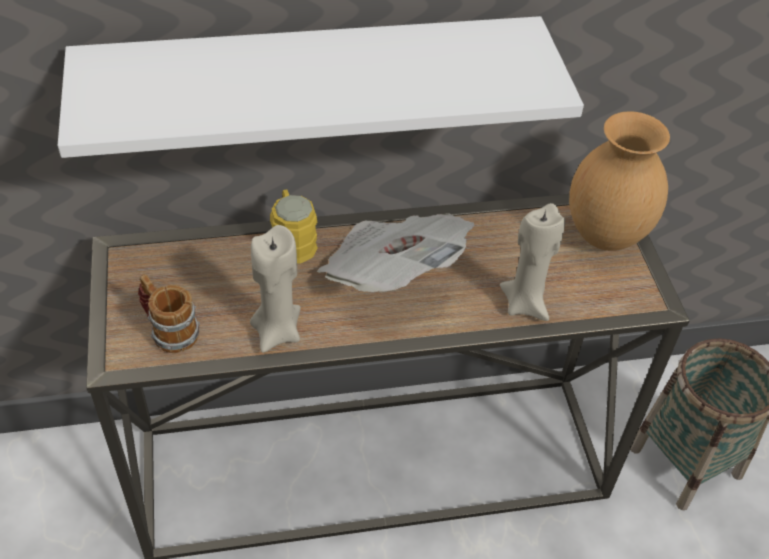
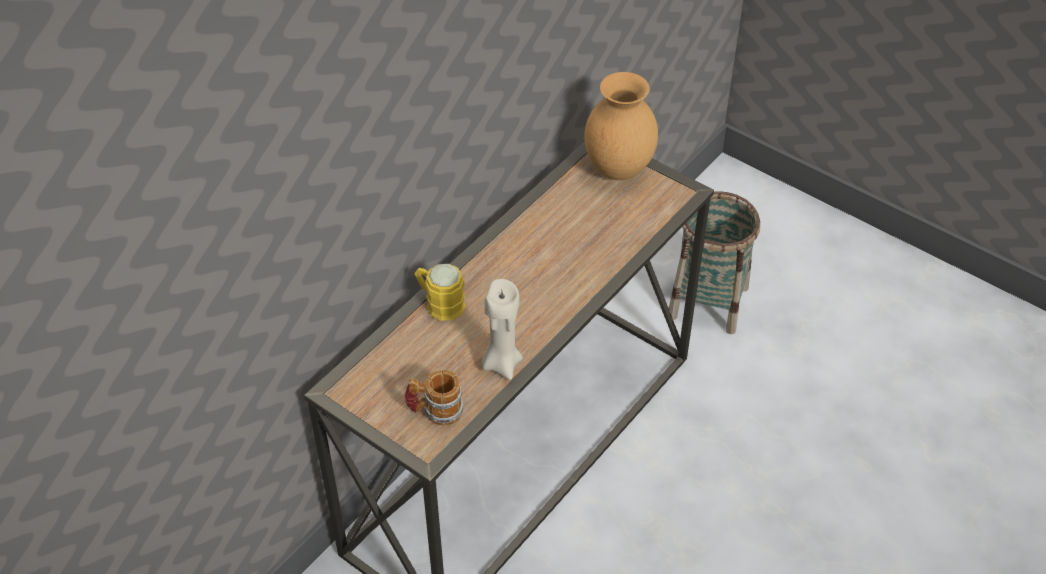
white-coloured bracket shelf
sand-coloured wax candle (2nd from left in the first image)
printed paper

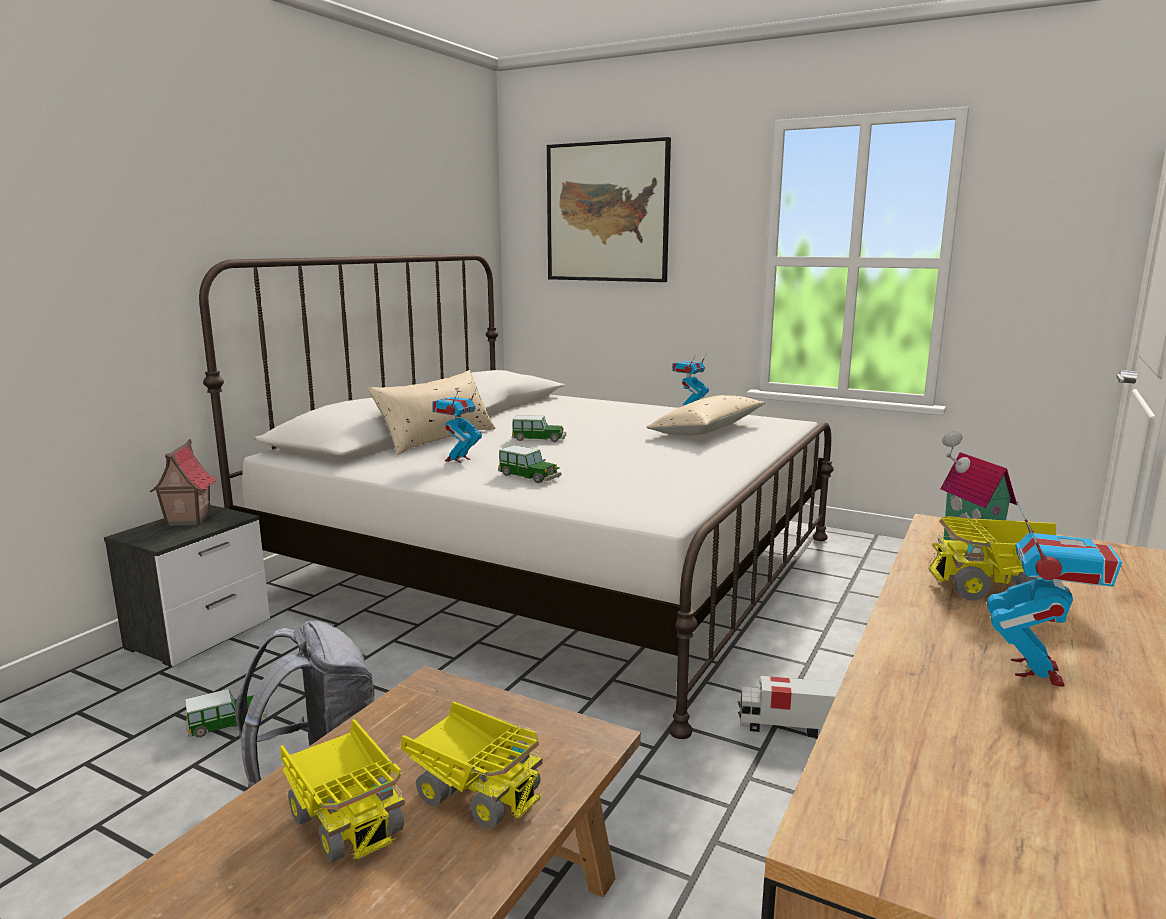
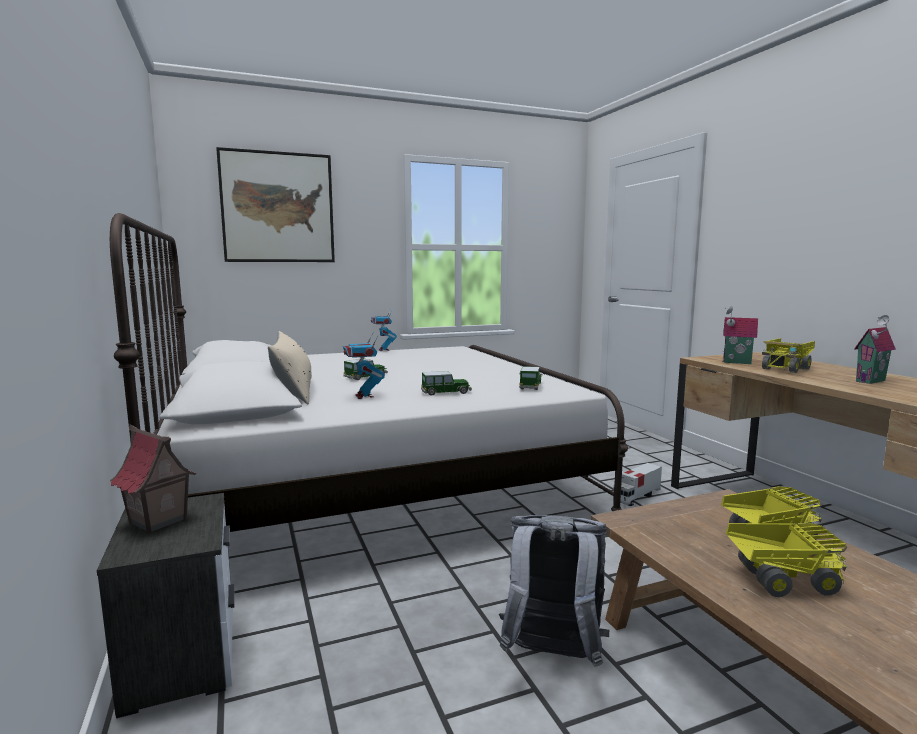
sand-coloured cushion (2nd from left in the first image)
miniature house (3rd from left)
toy car (3rd from left)

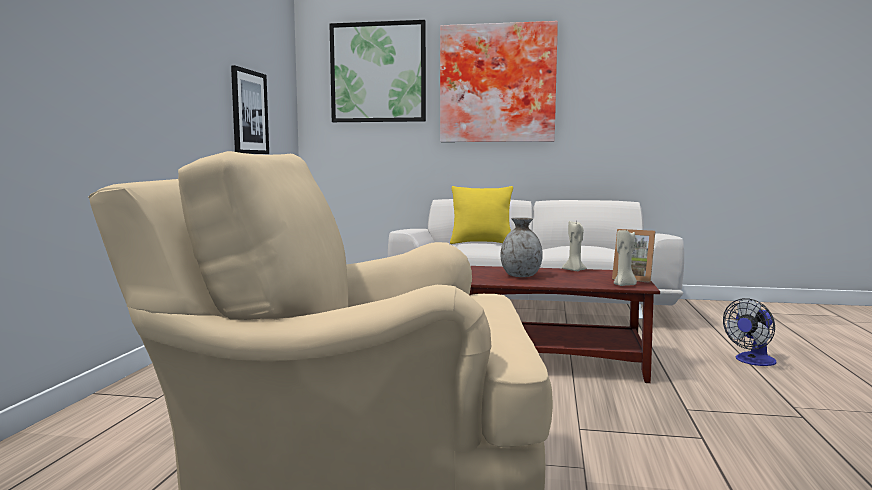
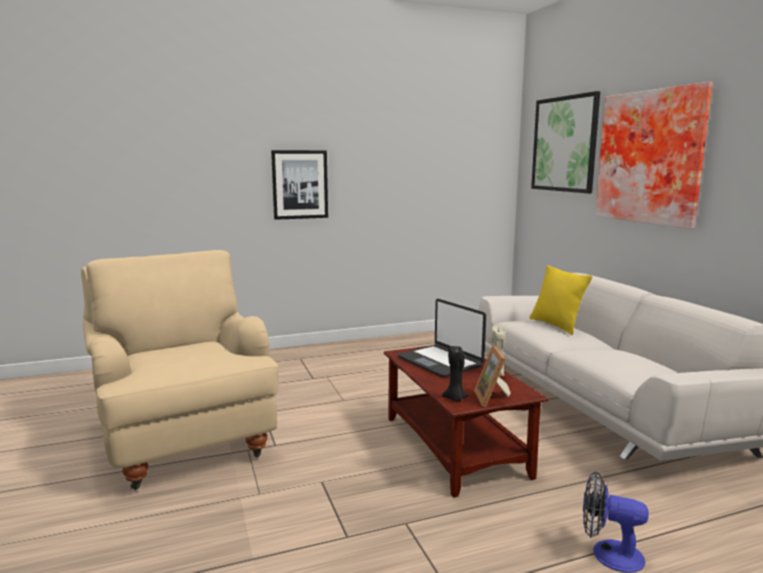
picture (1st from left)
notebook computer
black-coloured wax candle

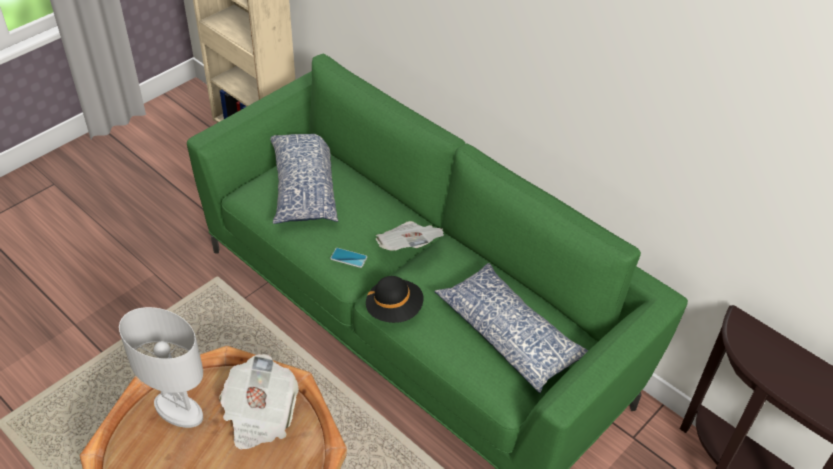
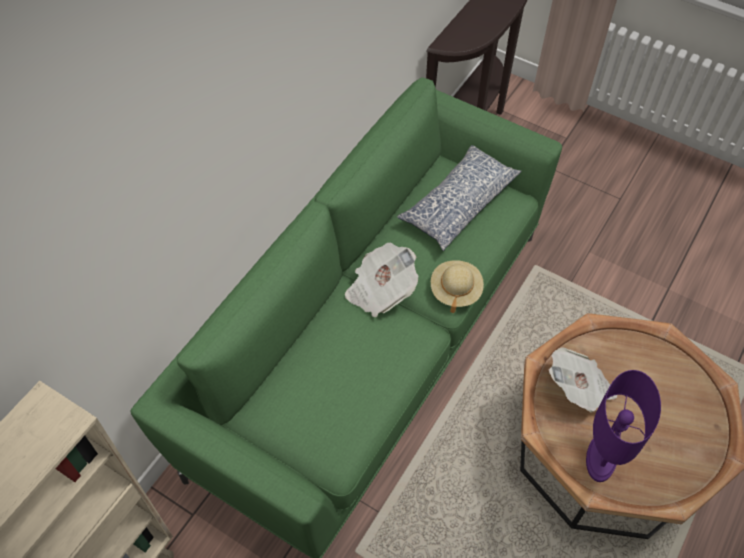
cushion (1st from left in the first image)
telephone
sand-coloured hat
purplish tabletop lamp

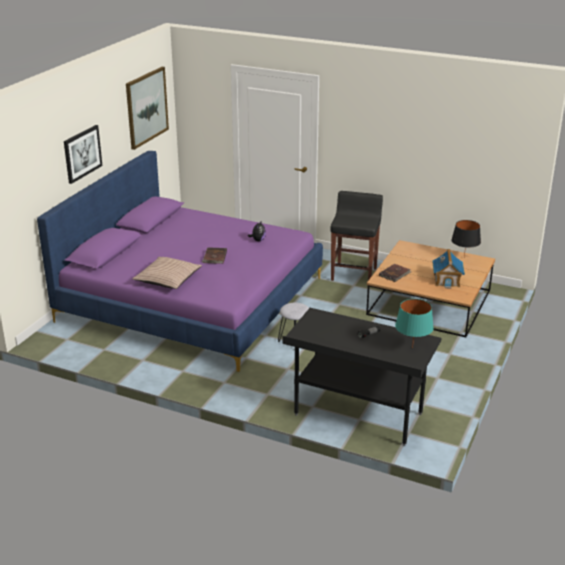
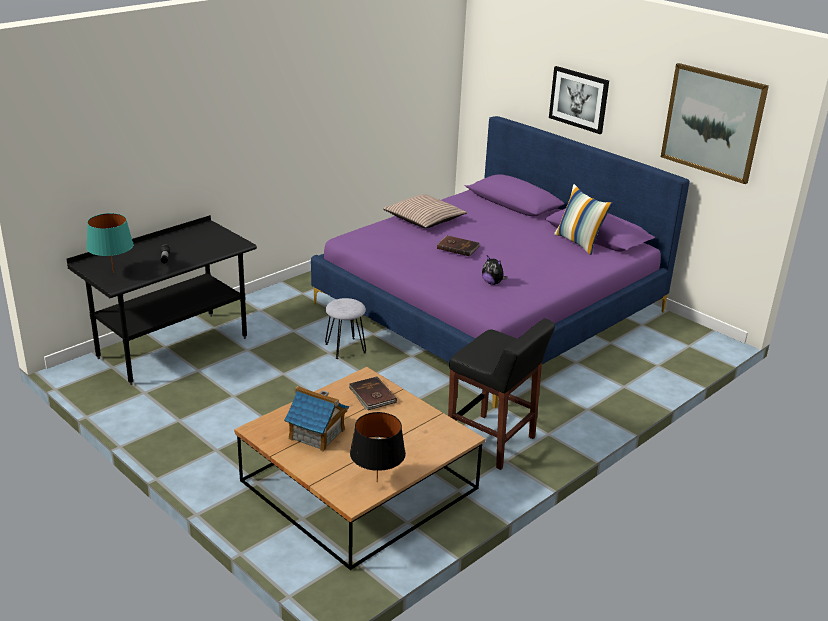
cushion (2nd from left)

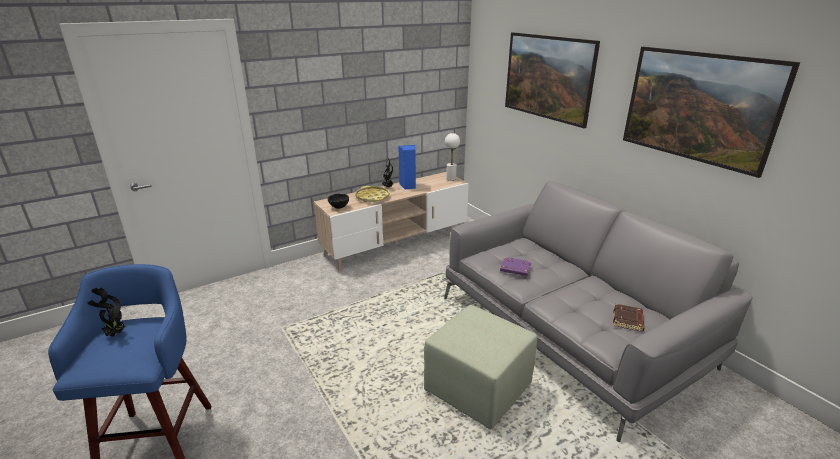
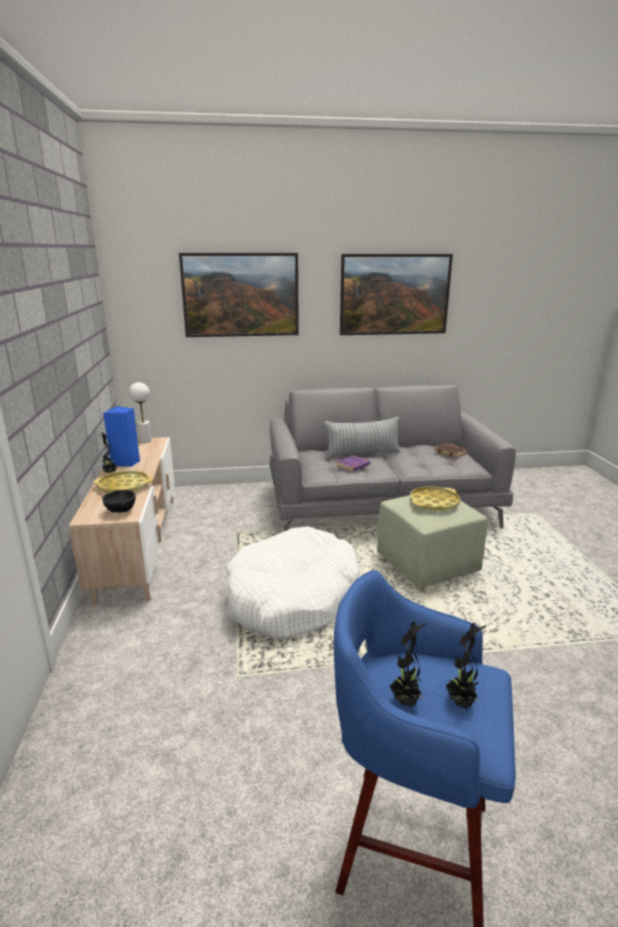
cushion
yellowish tray (2nd from left)
white-coloured dog cushion
potted plant (3rd from left)

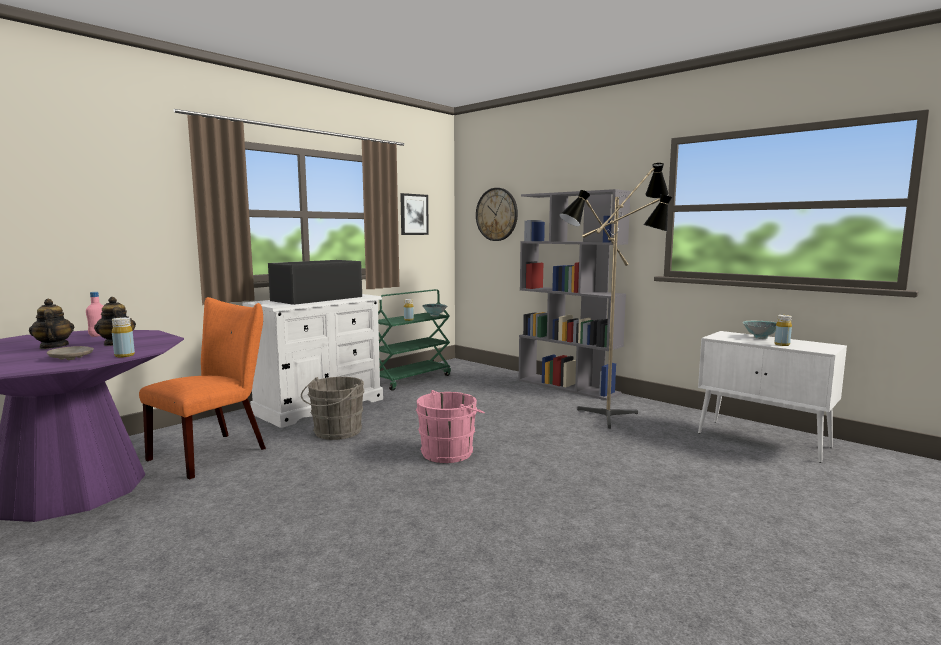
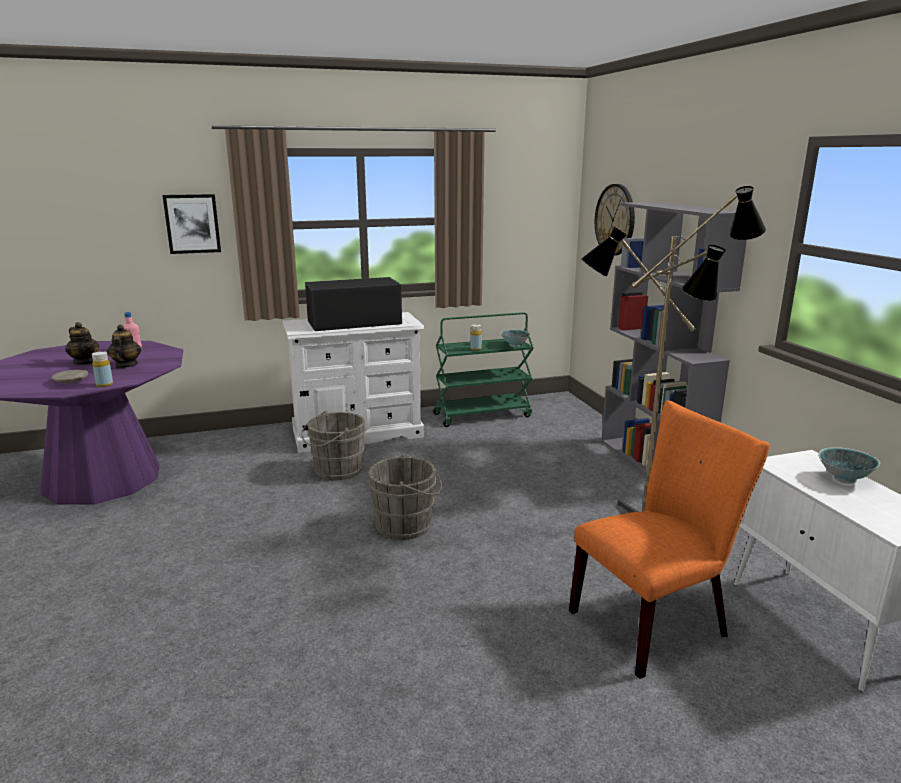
picture
orange upright chair
teapot (1st from left)
yellowish beverage bottle (3rd from left in the first image)
gray bucket (2nd from left)

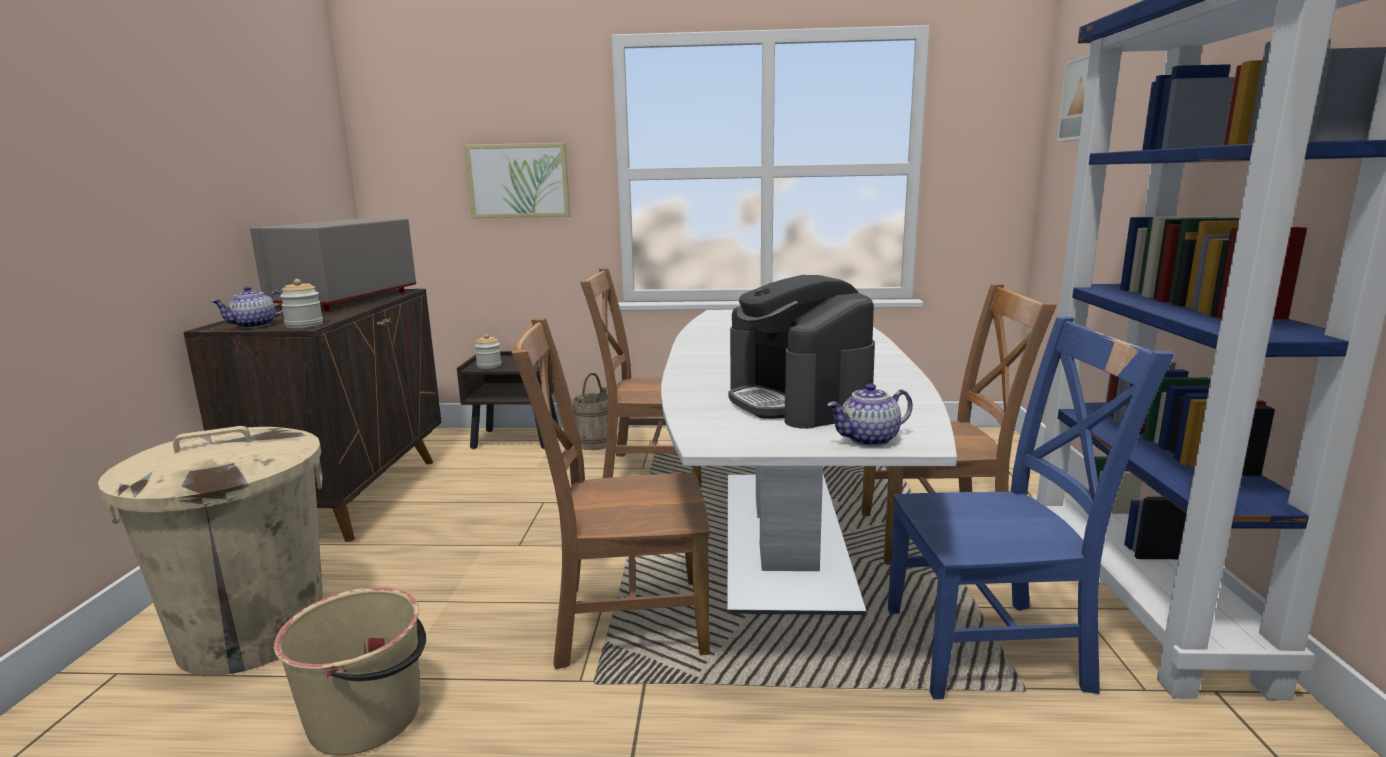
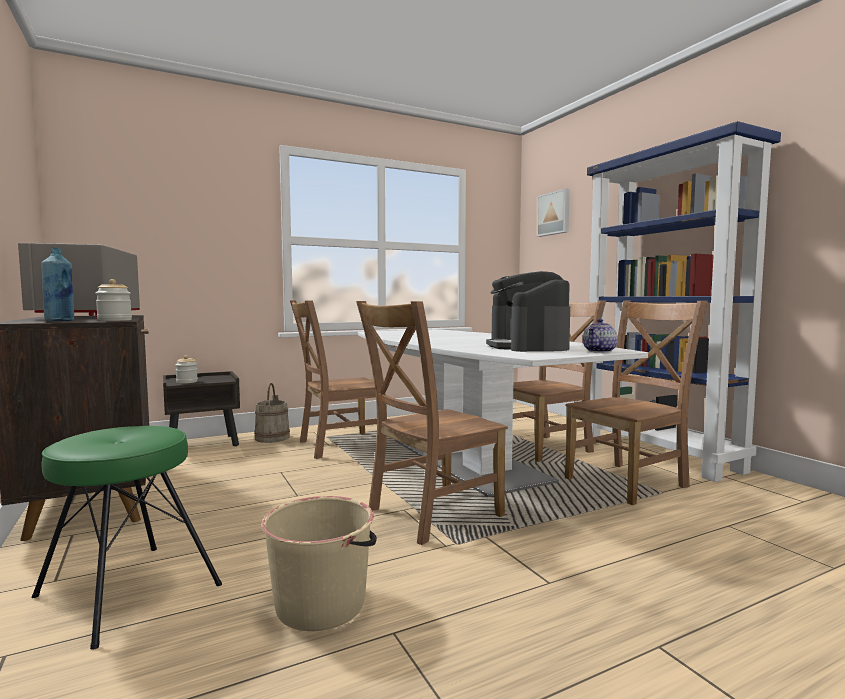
picture (1st from left in the first image)
coffee brewer
blue beverage bottle
brown-coloured upright chair (4th from left)
green sitting stool

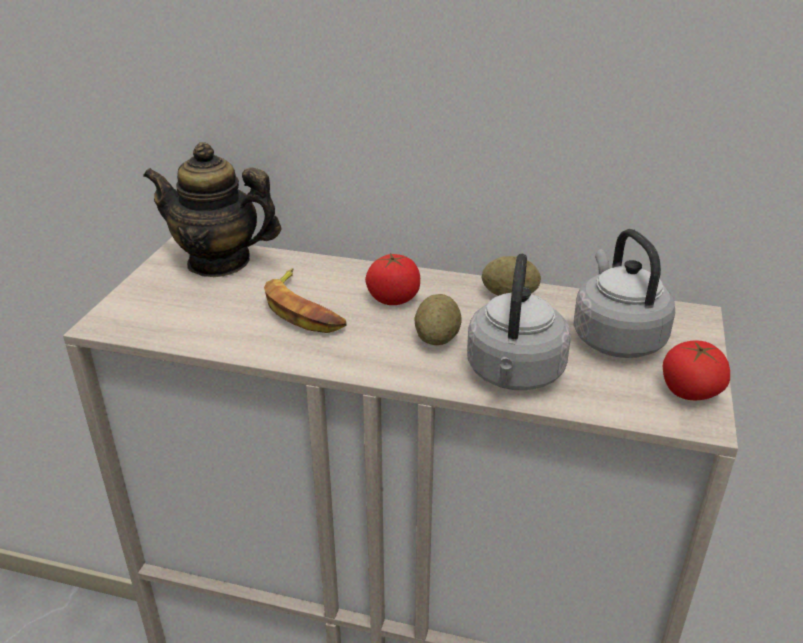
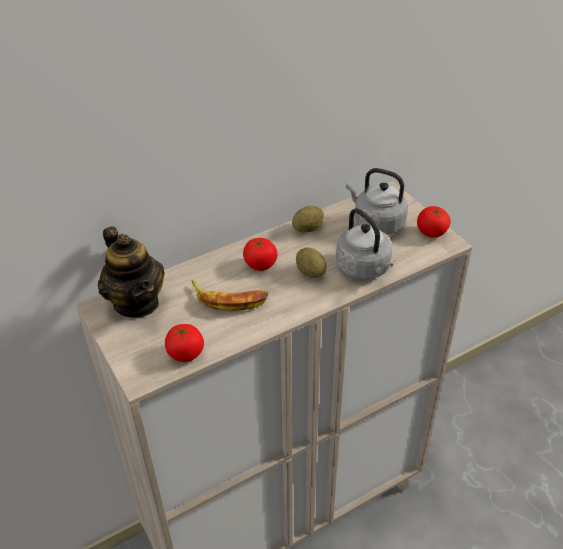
teapot
whole tomato (1st from left)

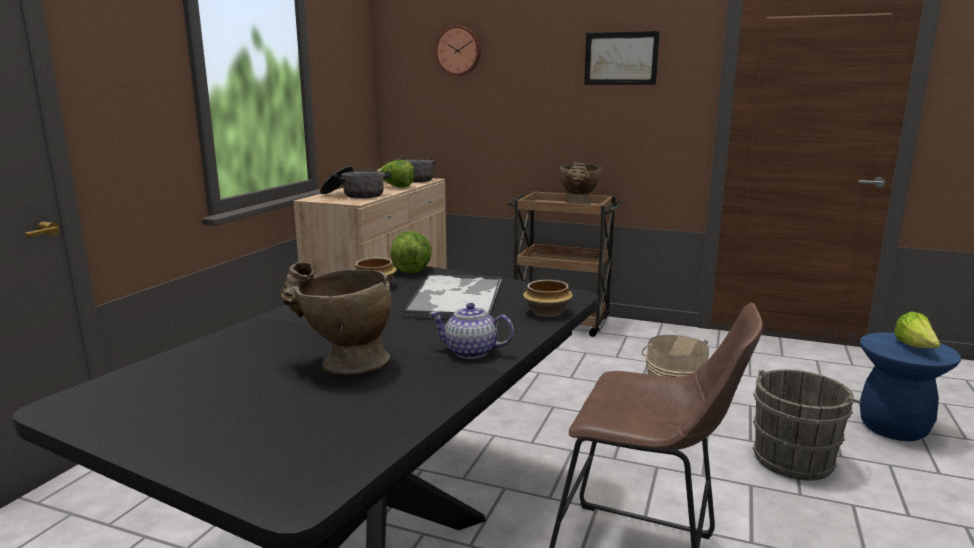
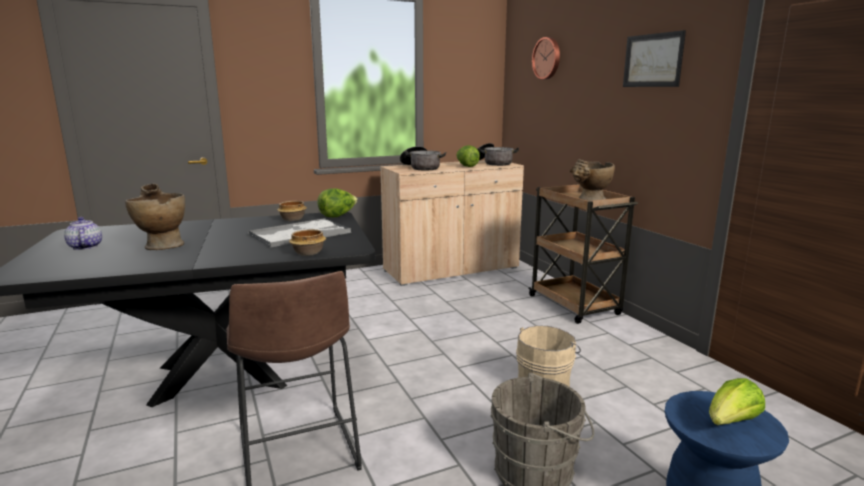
teapot

